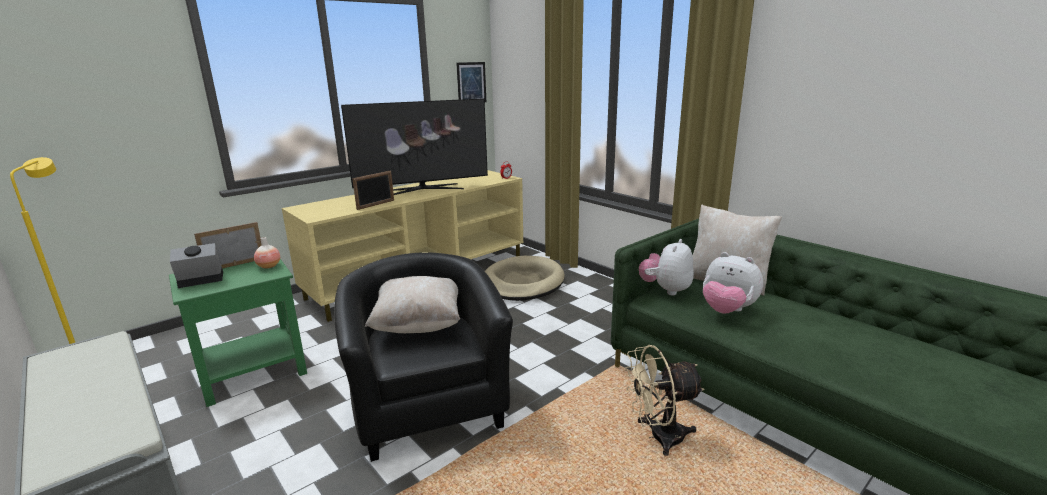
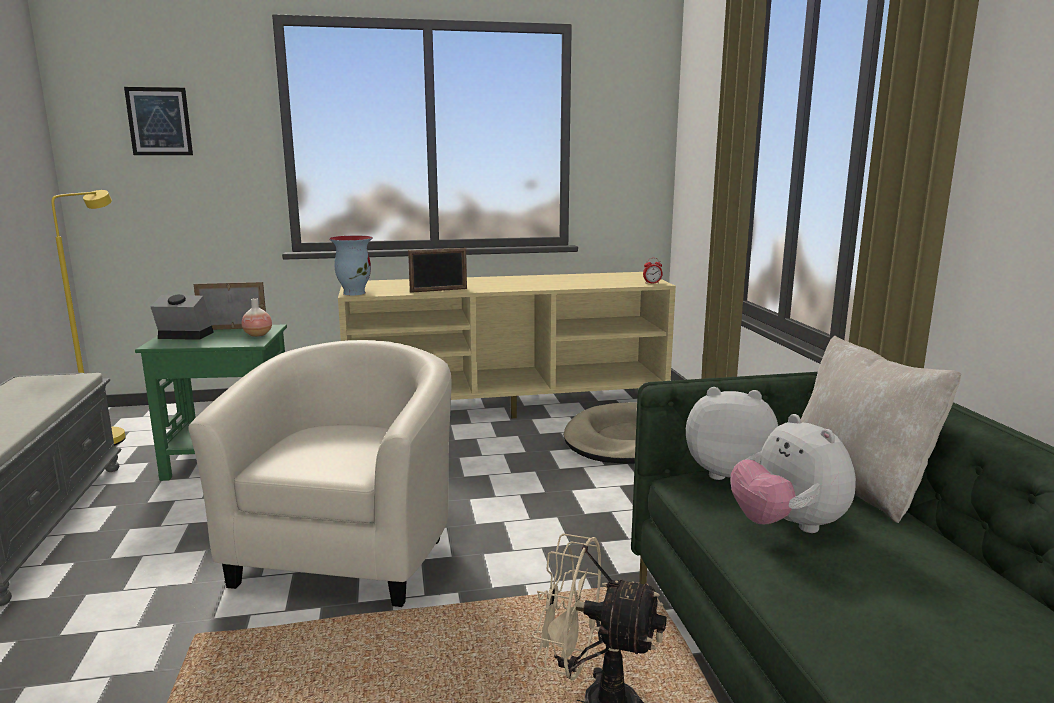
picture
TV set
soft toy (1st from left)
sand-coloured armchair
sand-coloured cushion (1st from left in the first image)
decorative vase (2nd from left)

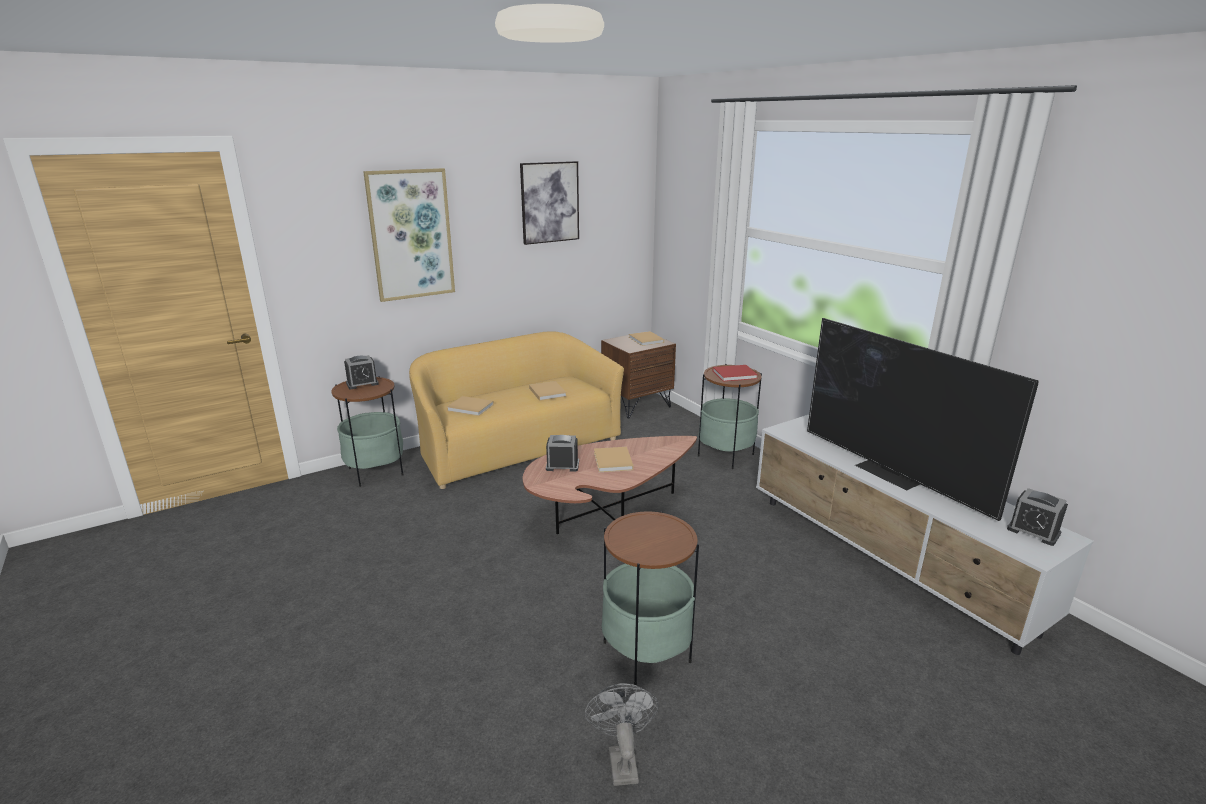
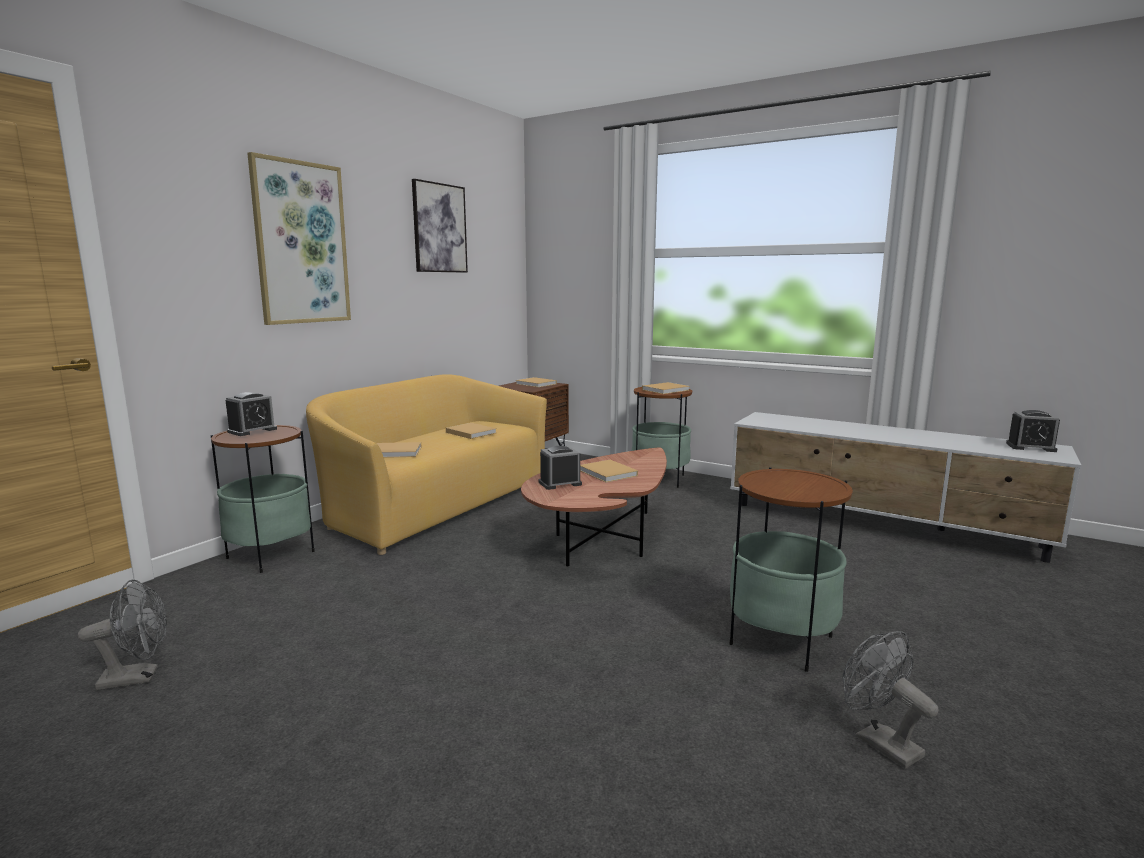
TV set
sand-coloured book (5th from left)
gray cooling fan (1st from left)

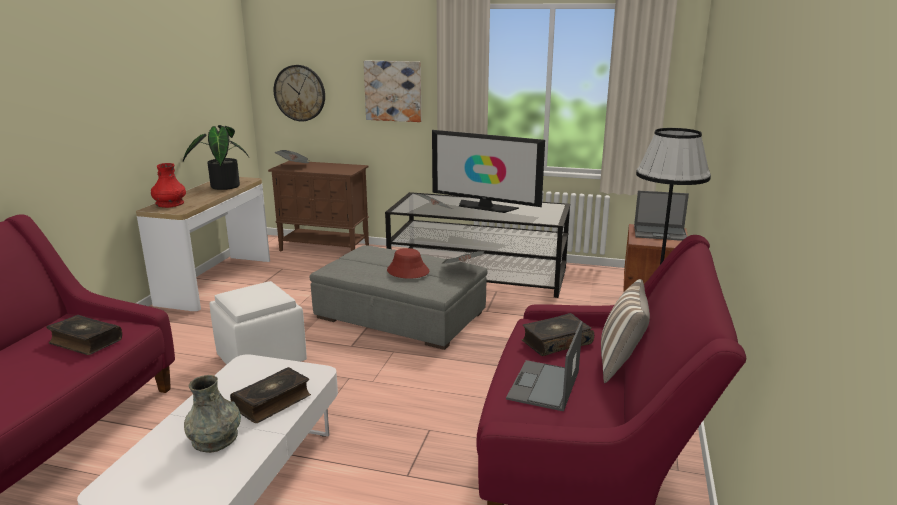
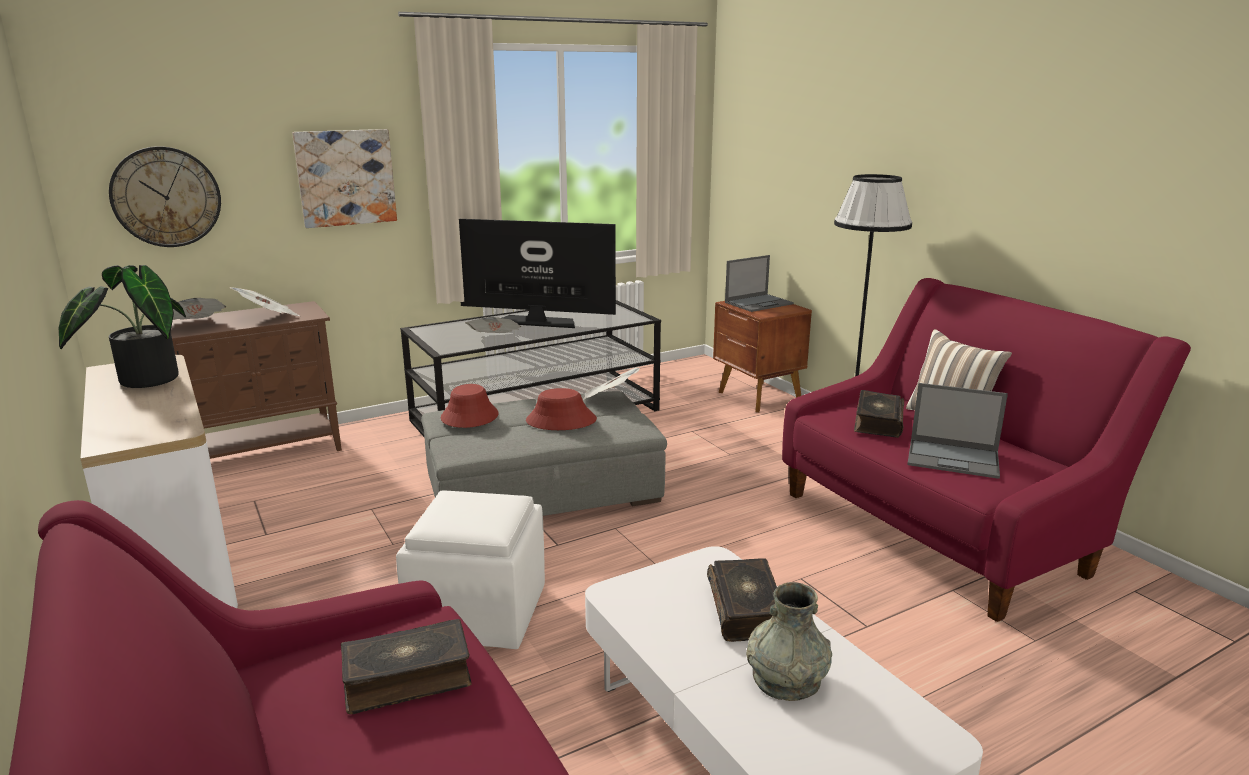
TV set
reddish decorative vase
notebook computer (2nd from left)
printed paper (2nd from left)
reddish hat (1st from left)

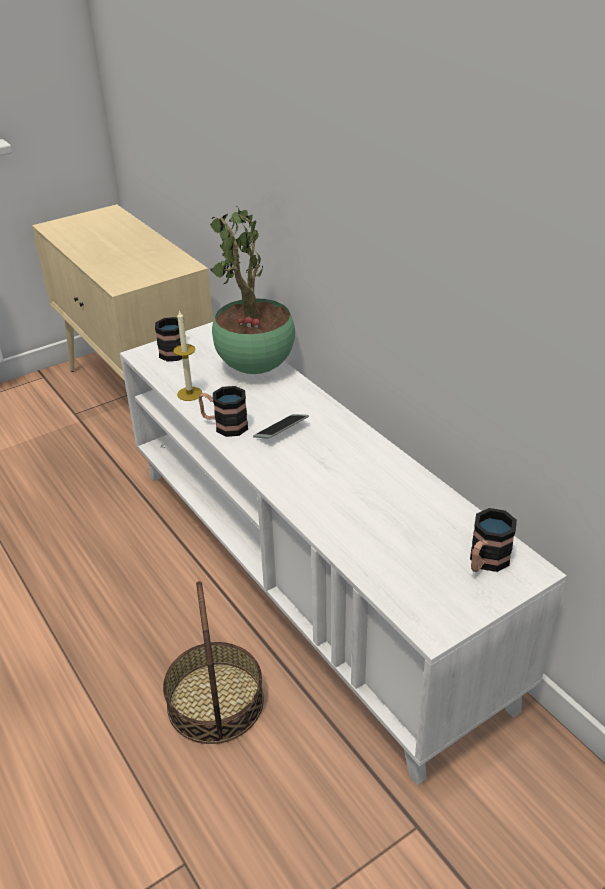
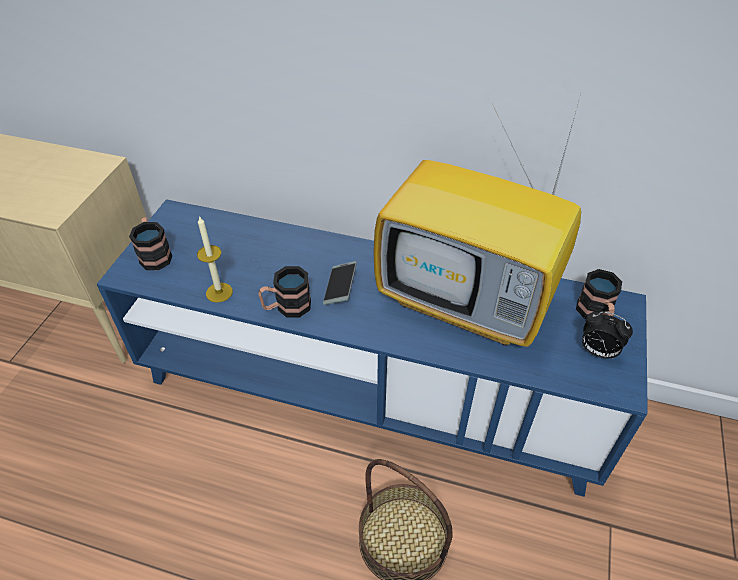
potted plant
blue tv unit
TV set
table clock

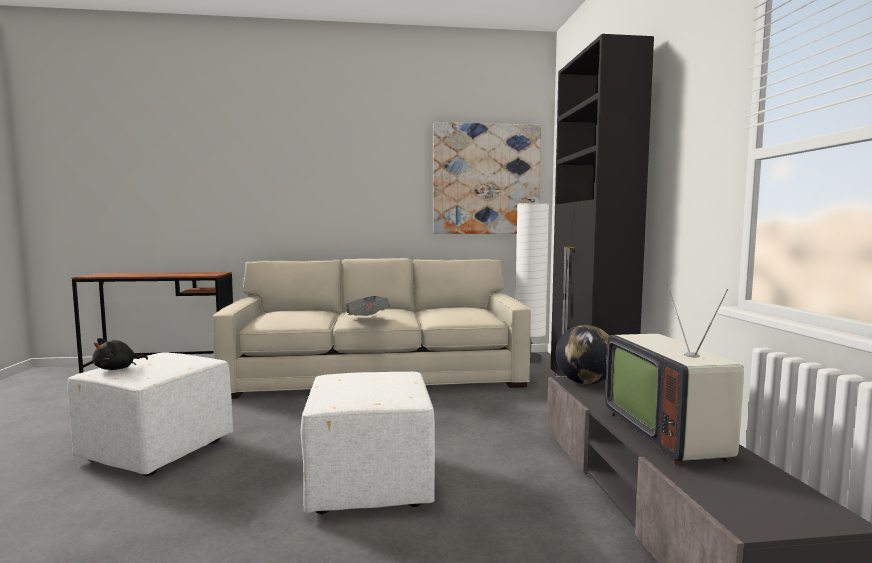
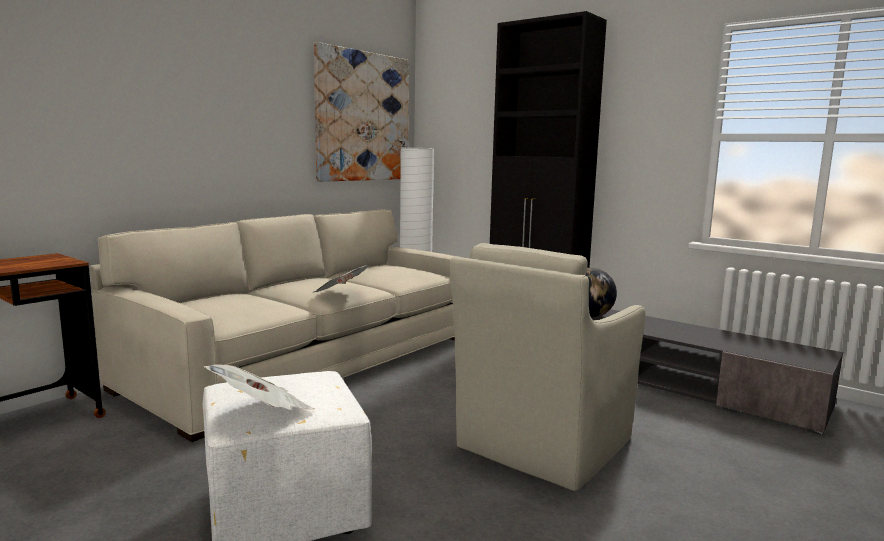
TV set
printed paper (1st from left)
sand-coloured armchair

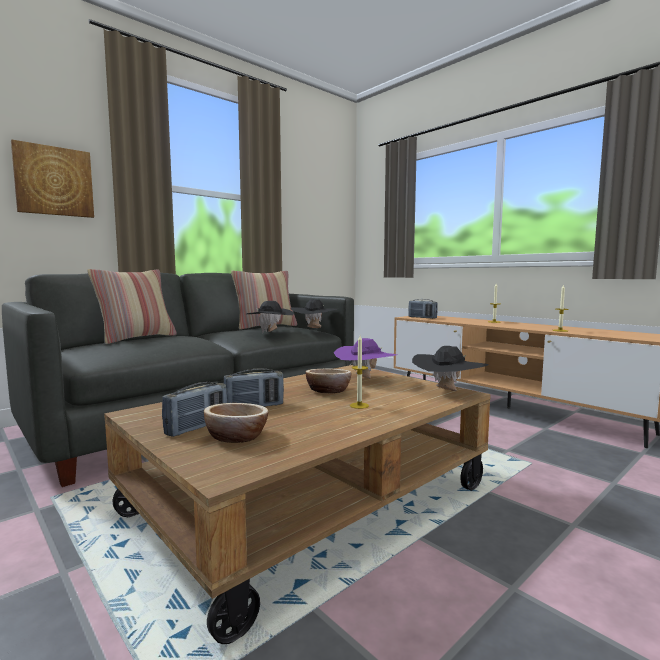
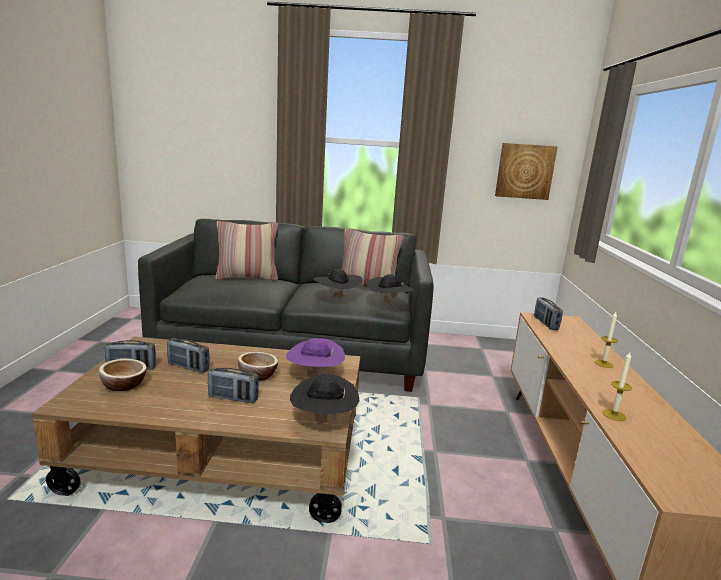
picture
radio set (3rd from left)

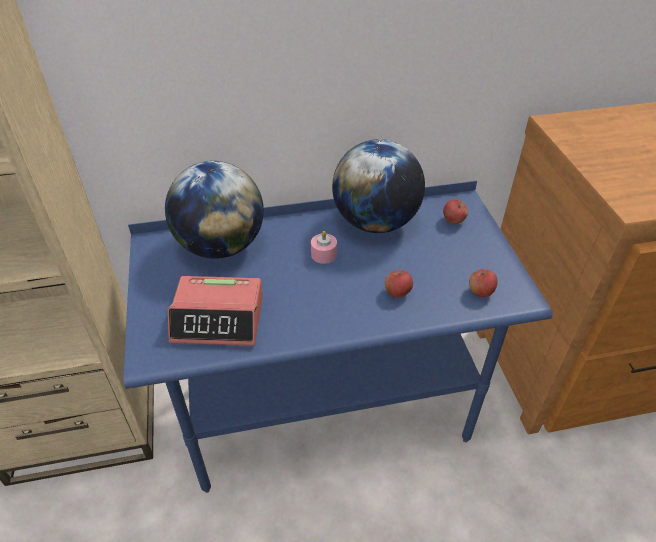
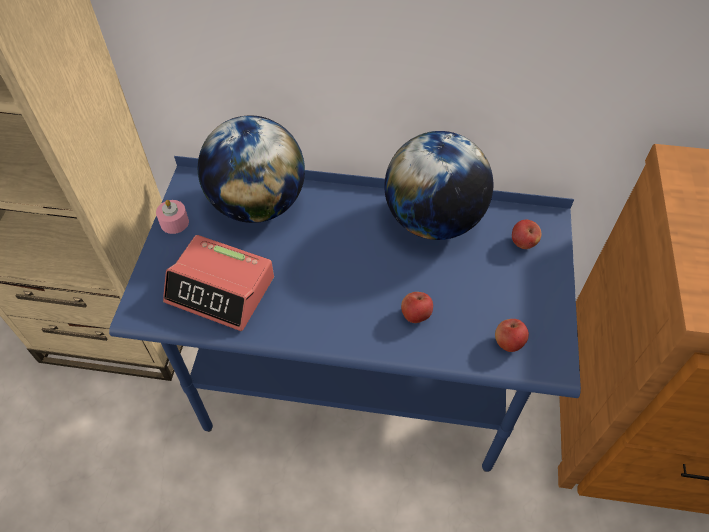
pink-coloured wax candle

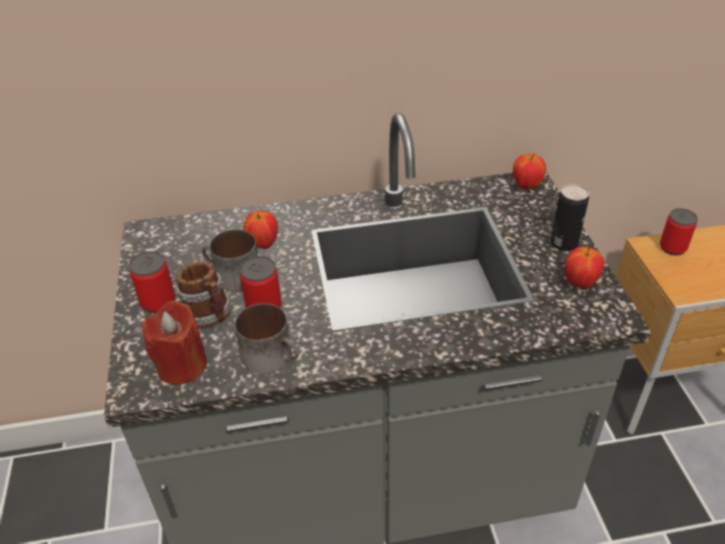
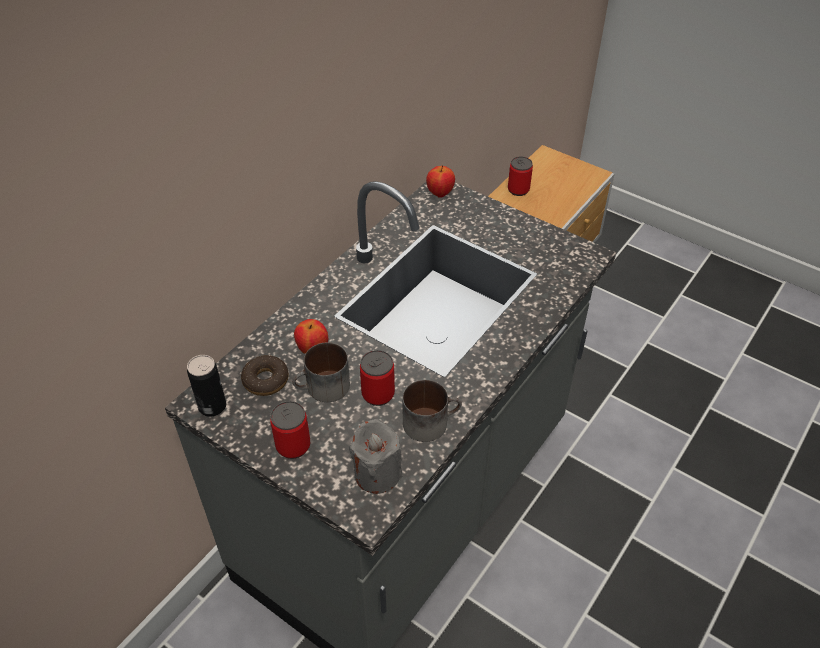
can (1st from left)
whole apple (3rd from left in the first image)
tea mug (1st from left in the first image)
gray wax candle
donut

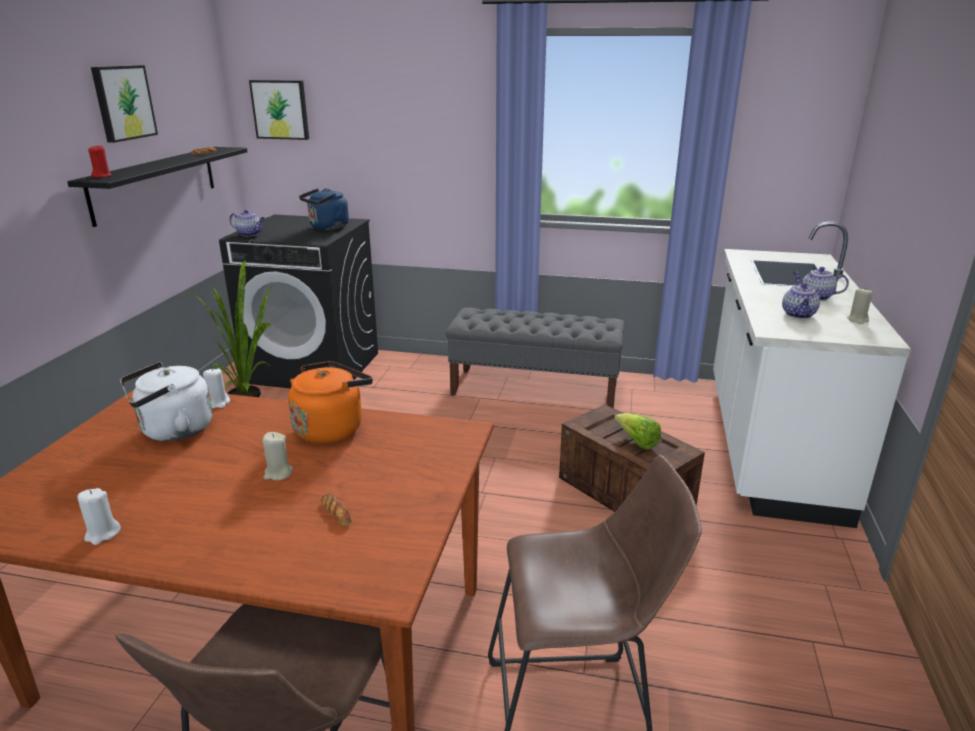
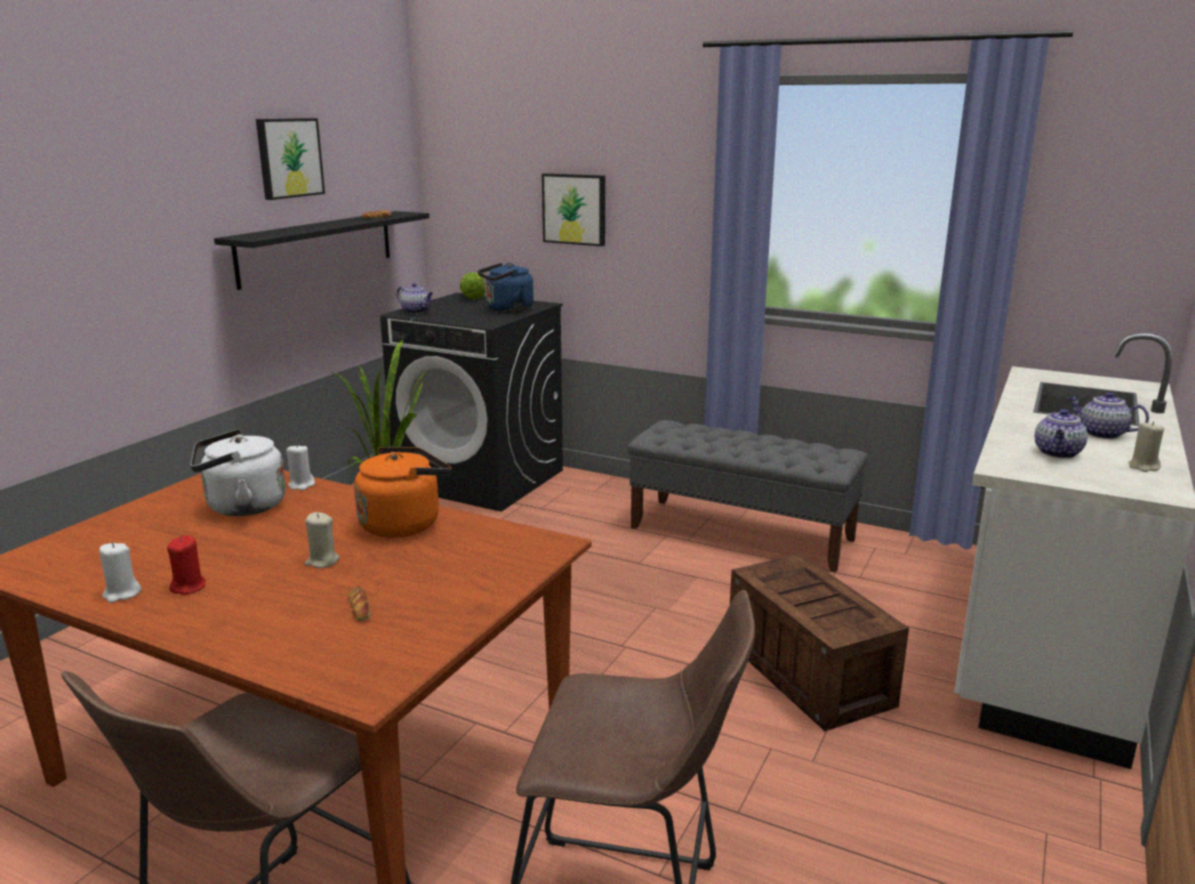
picture (2nd from left)
reddish wax candle
head of lettuce

